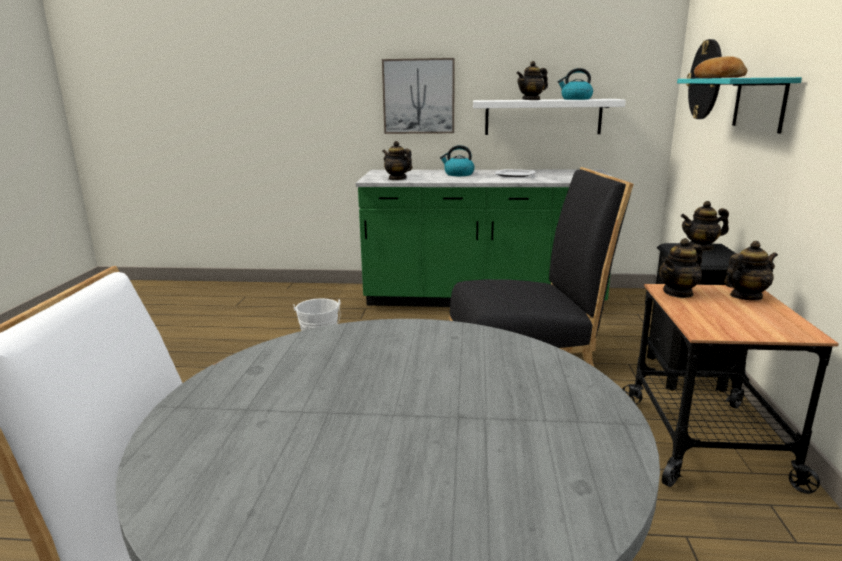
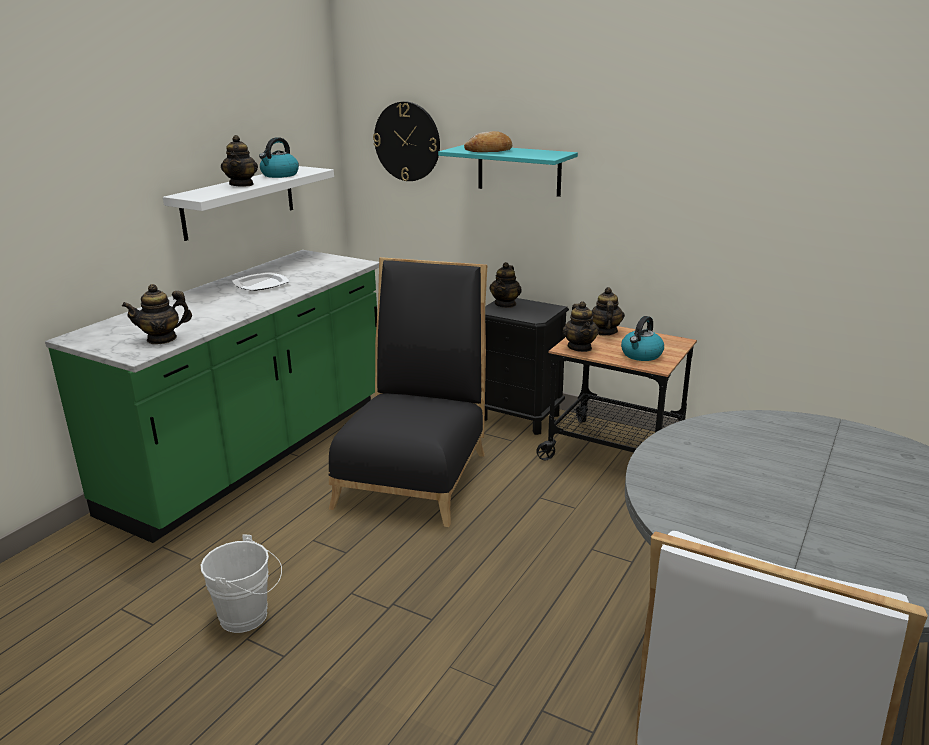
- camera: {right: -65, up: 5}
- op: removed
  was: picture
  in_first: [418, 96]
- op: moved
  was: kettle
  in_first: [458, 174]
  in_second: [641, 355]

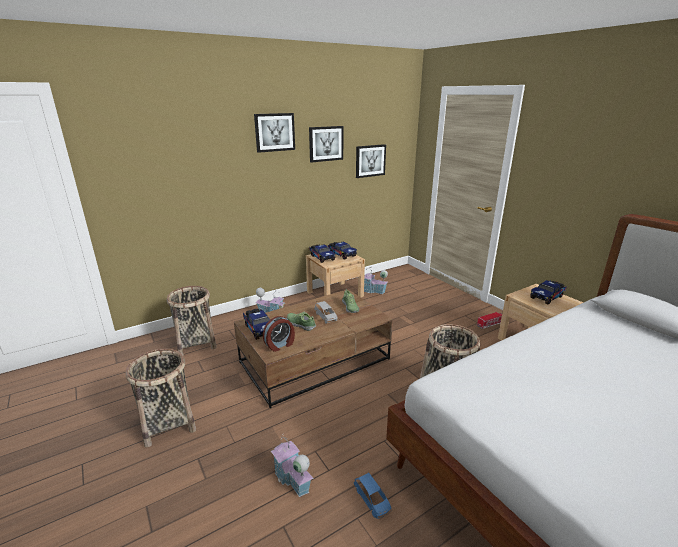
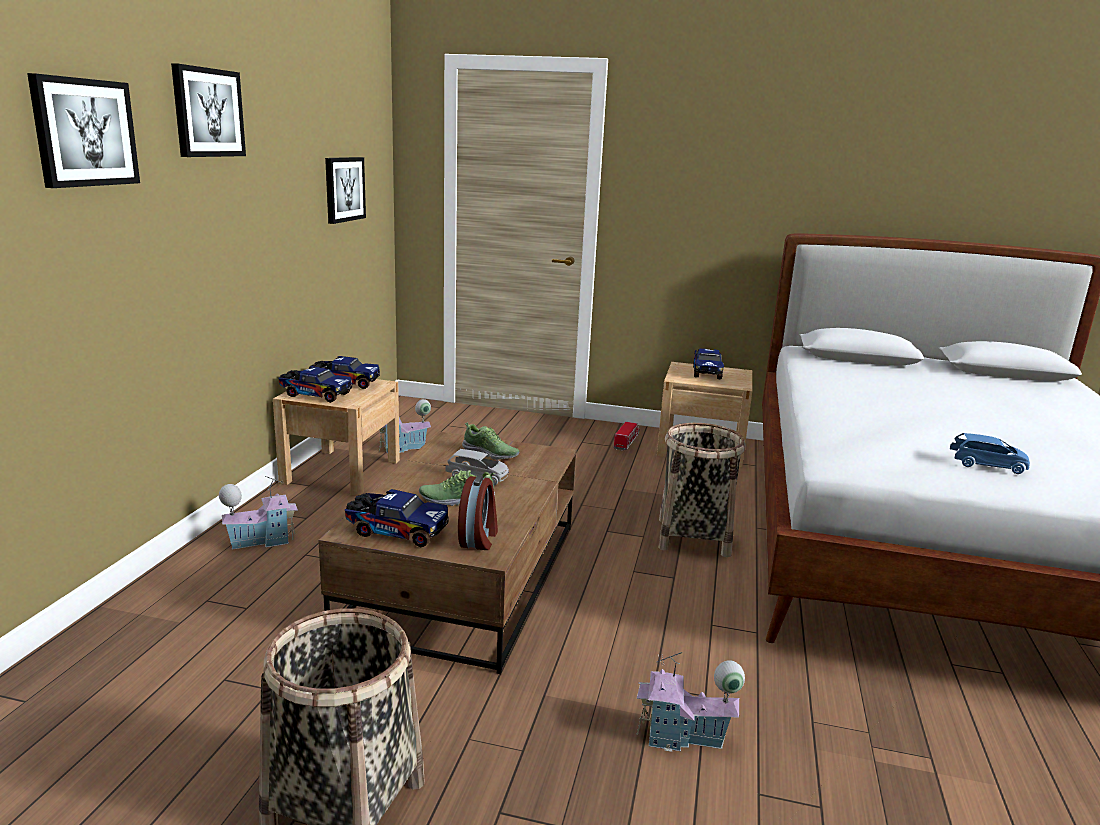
- camera: {right: -45, up: -5}
- op: removed
  was: basket
  in_first: [196, 343]
- op: moved
  was: picture
  in_first: [326, 143]
  in_second: [84, 132]
- op: moved
  was: toy car in blue
  in_first: [372, 500]
  in_second: [987, 465]

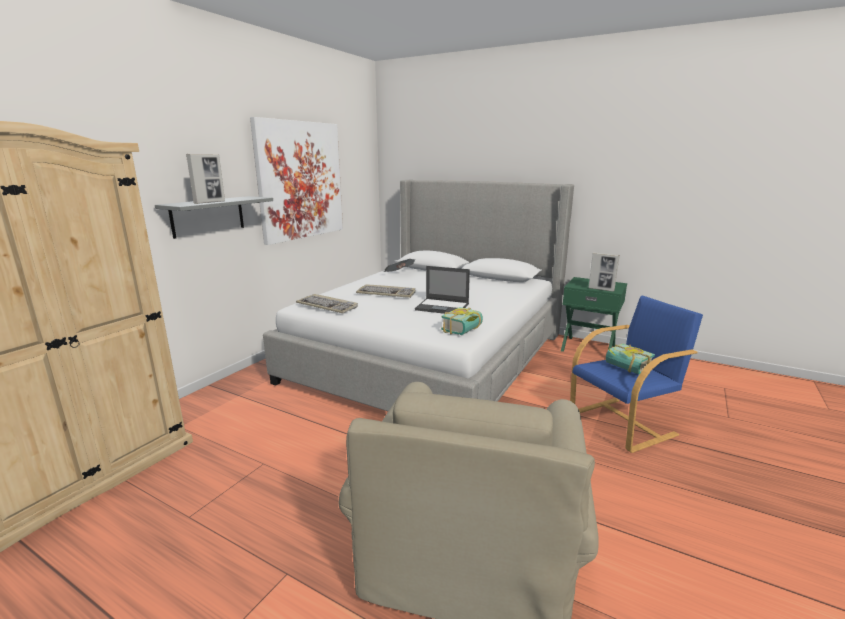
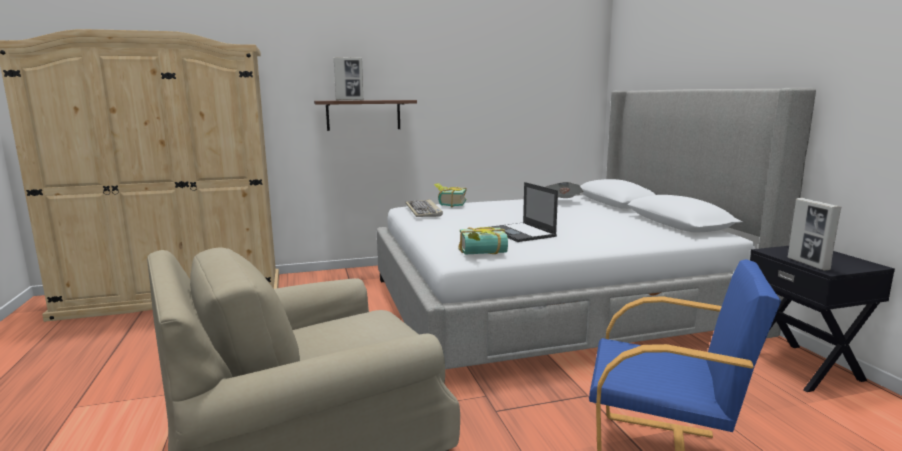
- camera: {right: 45, up: -5}
- op: removed
  was: picture
  in_first: [300, 180]
- op: removed
  was: keyboard
  in_first: [387, 293]
- op: moved
  was: book
  in_first: [625, 369]
  in_second: [449, 204]
- op: recoloured
  was: shelf in grey
  now: shelf in brown
  in_first: [208, 216]
  in_second: [363, 115]
- op: recoloured
  was: nightstand in green
  now: nightstand in black
  in_first: [588, 347]
  in_second: [802, 366]

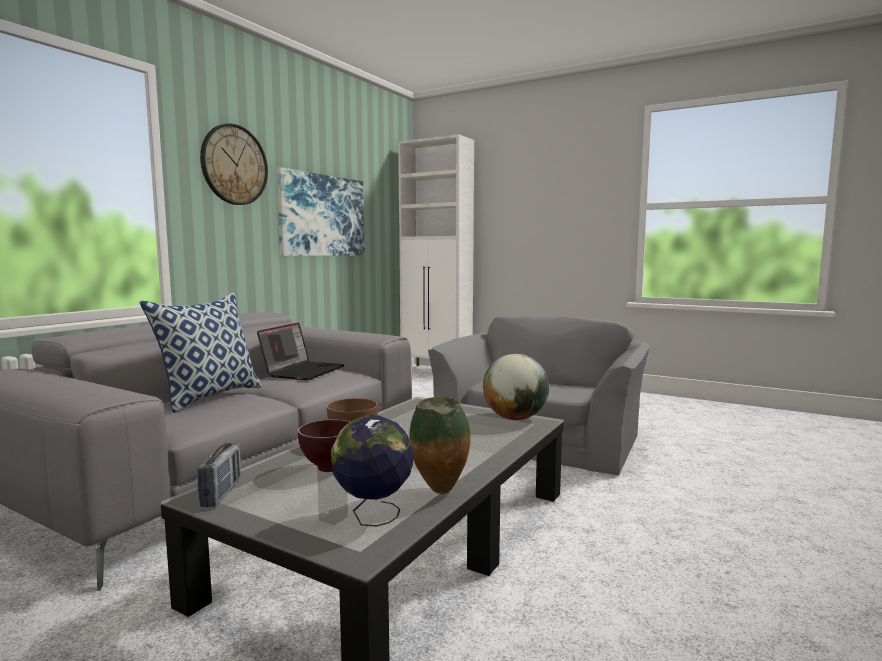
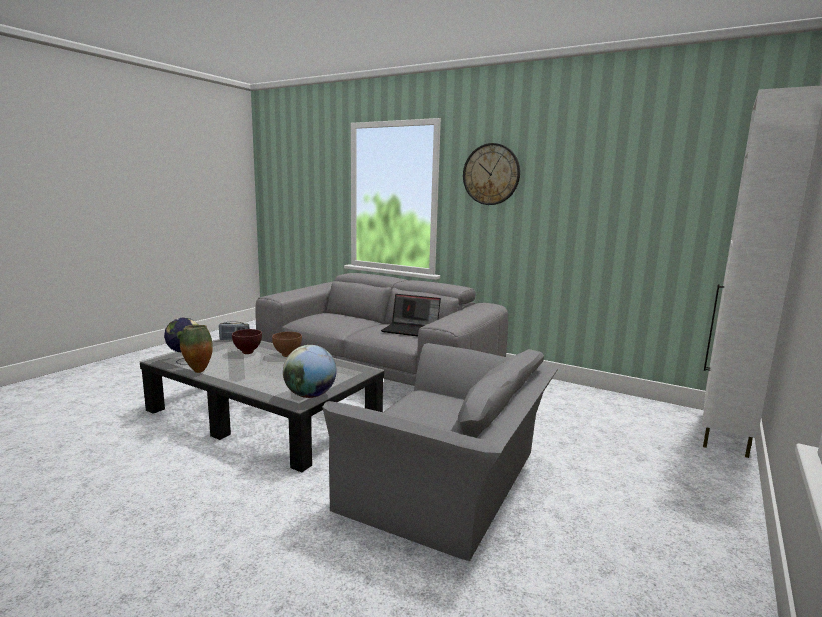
- camera: {right: 90, up: 5}
- op: removed
  was: pillow
  in_first: [209, 396]
- op: removed
  was: picture
  in_first: [322, 215]

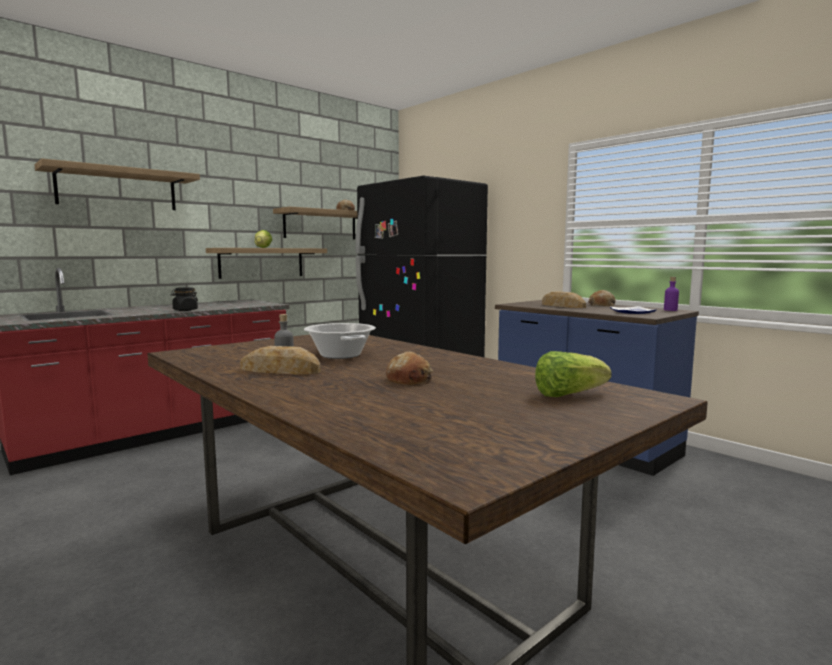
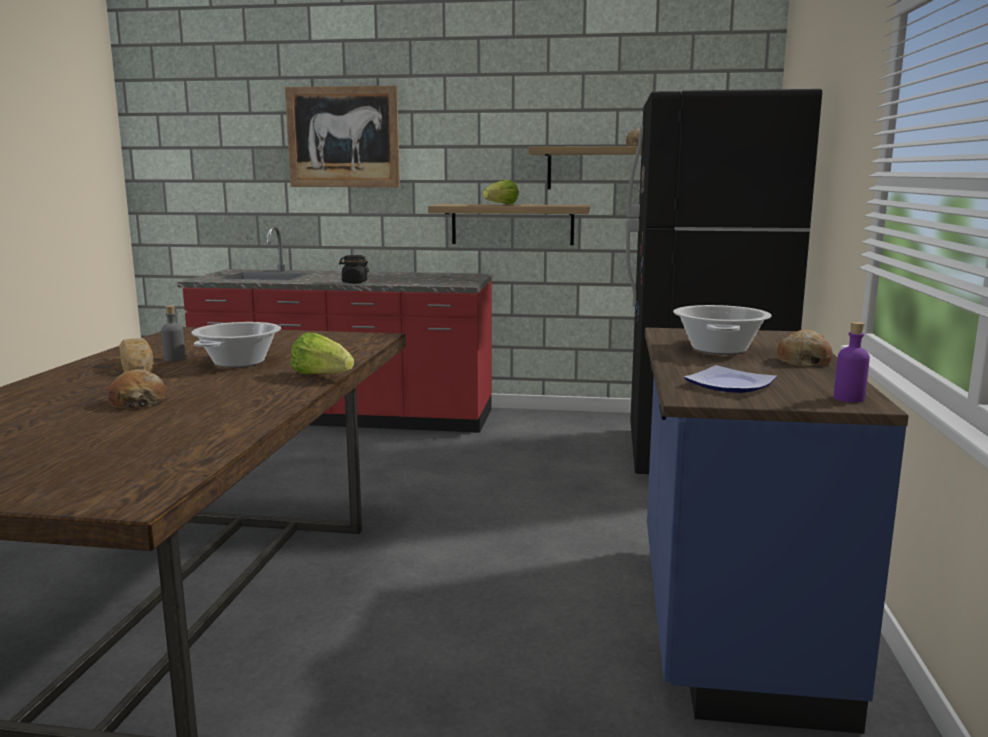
- camera: {right: 50, up: 5}
- op: moved
  was: lettuce
  in_first: [568, 395]
  in_second: [322, 376]
- op: replaced
  was: shelf
  now: picture
  in_first: [117, 189]
  in_second: [343, 137]
- op: replaced
  was: bread
  now: cooking pot
  in_first: [562, 306]
  in_second: [719, 349]

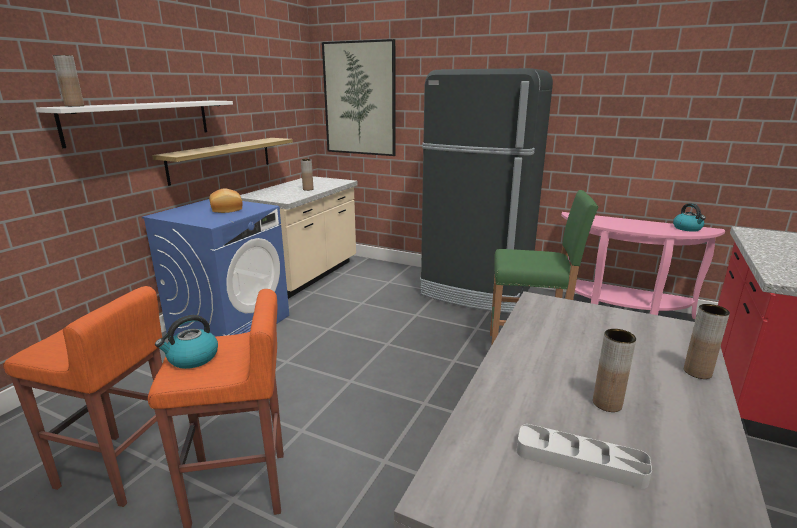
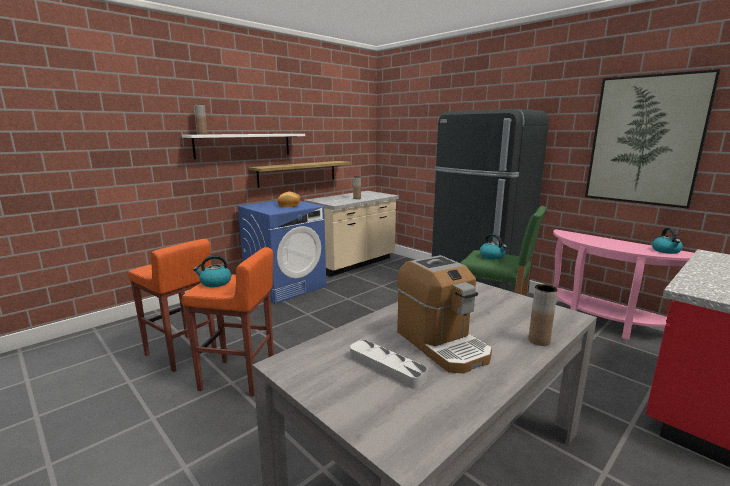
- camera: {right: 20, up: -5}
- op: added
  now: kettle
  in_second: [492, 256]
- op: moved
  was: picture
  in_first: [359, 99]
  in_second: [645, 140]
- op: replaced
  was: vase in brown
  now: coffee machine
  in_first: [607, 403]
  in_second: [442, 344]

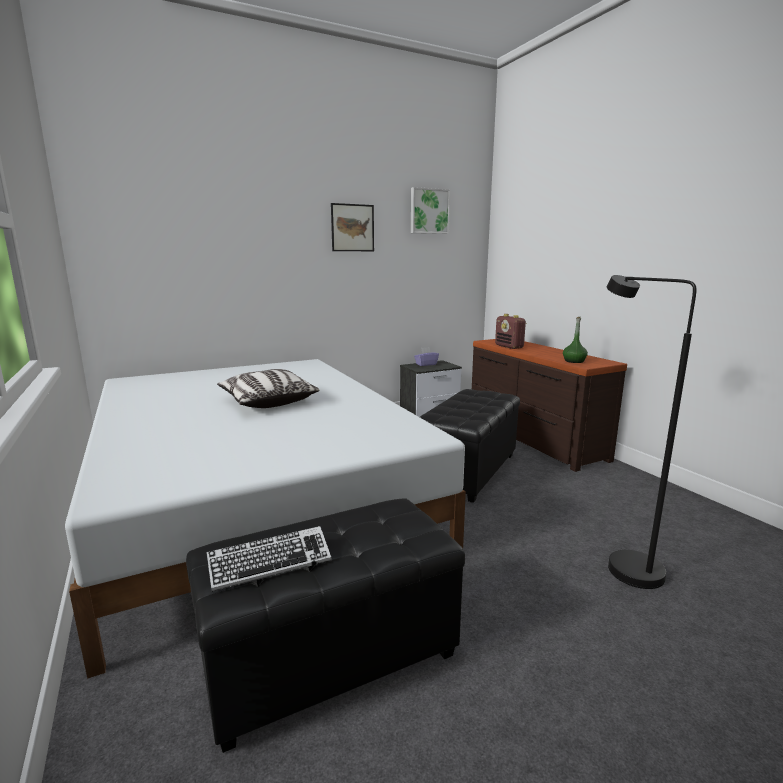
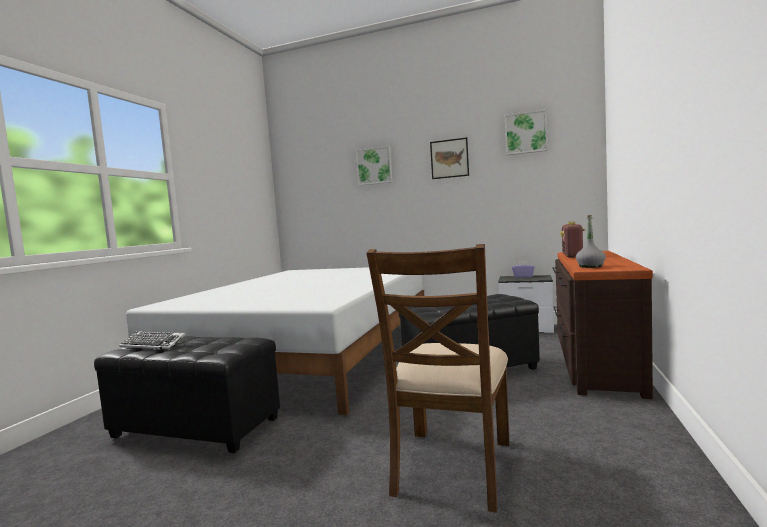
- camera: {right: 45, up: -10}
- op: removed
  was: pillow
  in_first: [267, 402]
- op: added
  now: picture
  in_second: [374, 166]
- op: replaced
  was: floor lamp in black
  now: chair in brown
  in_first: [623, 564]
  in_second: [451, 466]
- op: recoloured
  was: bottle in green
  now: bottle in grey
  in_first: [574, 361]
  in_second: [590, 266]

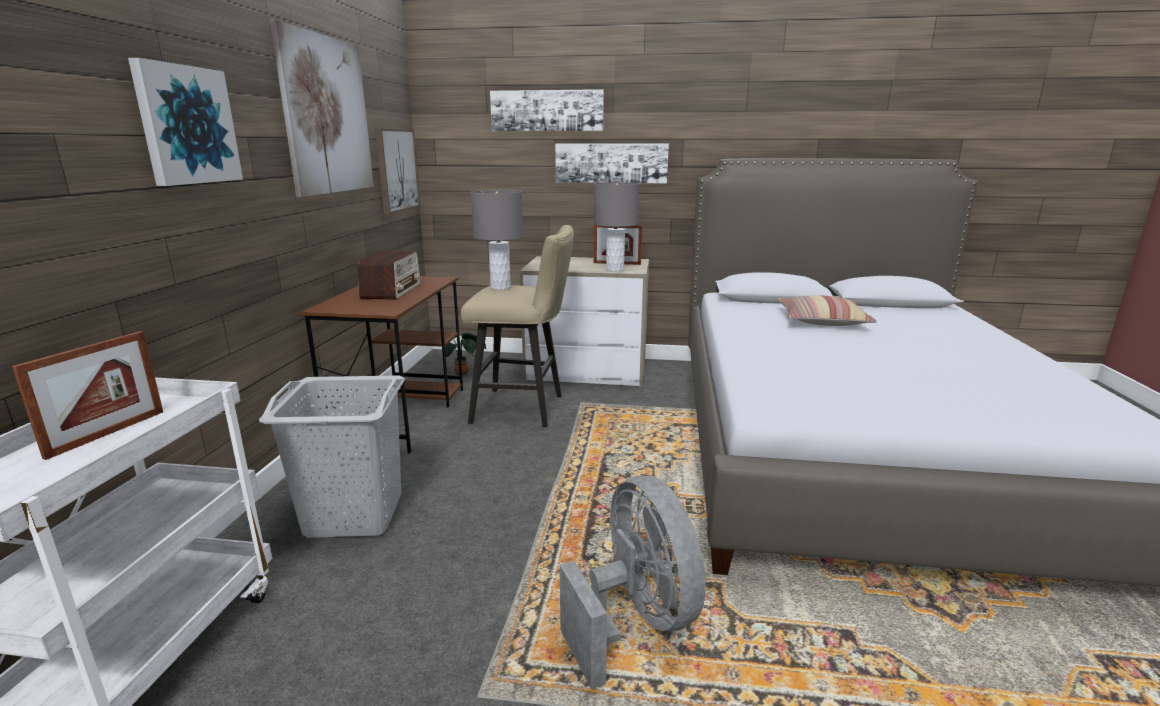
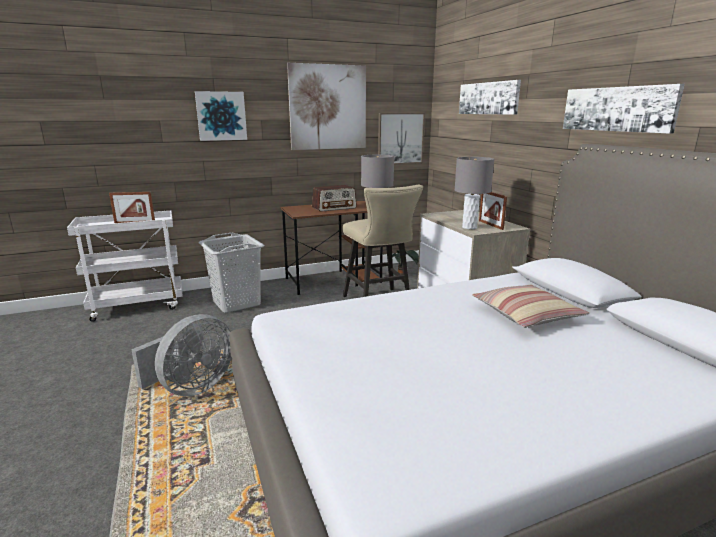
- camera: {right: 60, up: 0}
- op: moved
  was: picture
  in_first: [611, 163]
  in_second: [617, 109]

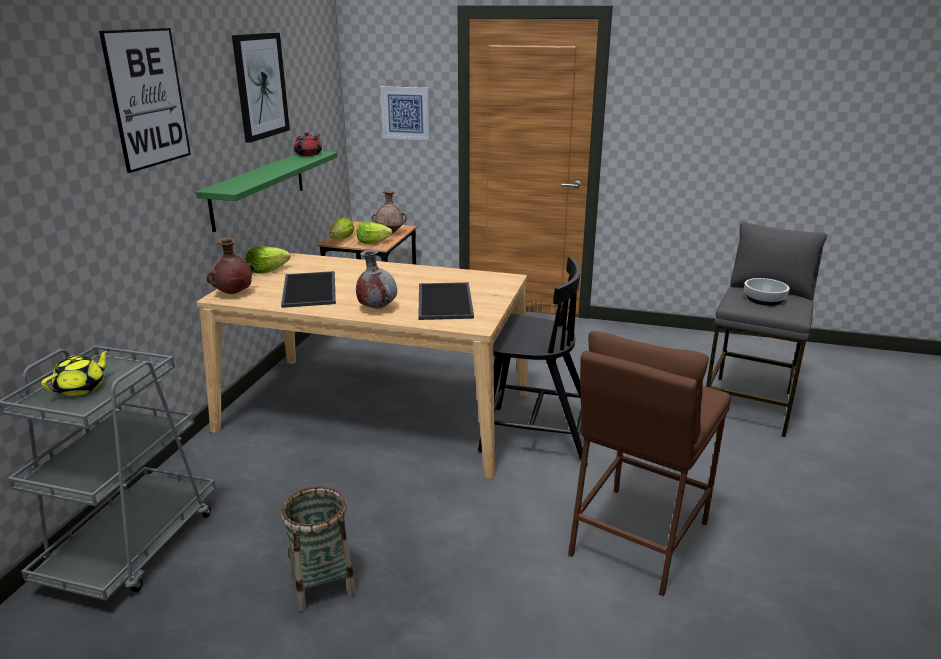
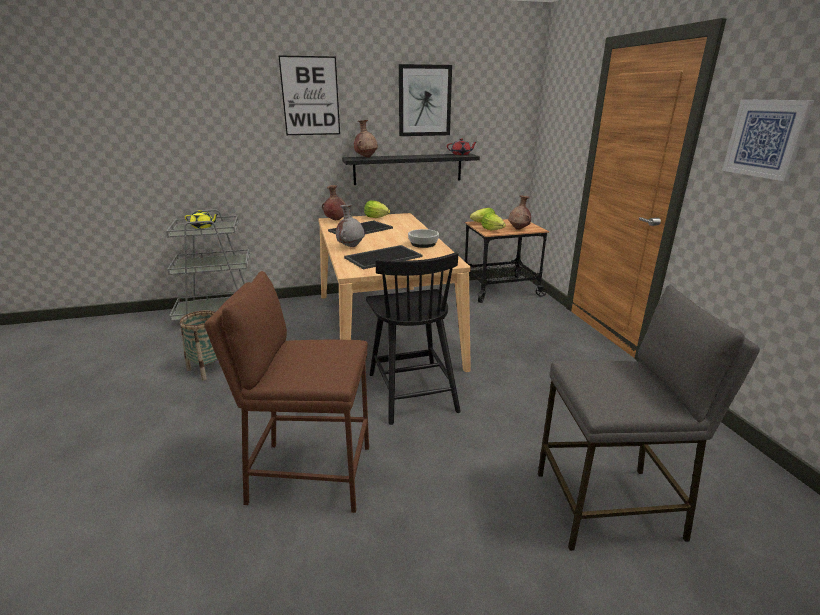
- camera: {right: 60, up: 0}
- op: added
  now: vase in brown
  in_second: [366, 157]
- op: moved
  was: picture
  in_first: [406, 113]
  in_second: [766, 138]
- op: moved
  was: bowl
  in_first: [764, 299]
  in_second: [423, 244]
- op: recoloured
  was: shelf in green
  now: shelf in black
  in_first: [259, 188]
  in_second: [408, 169]

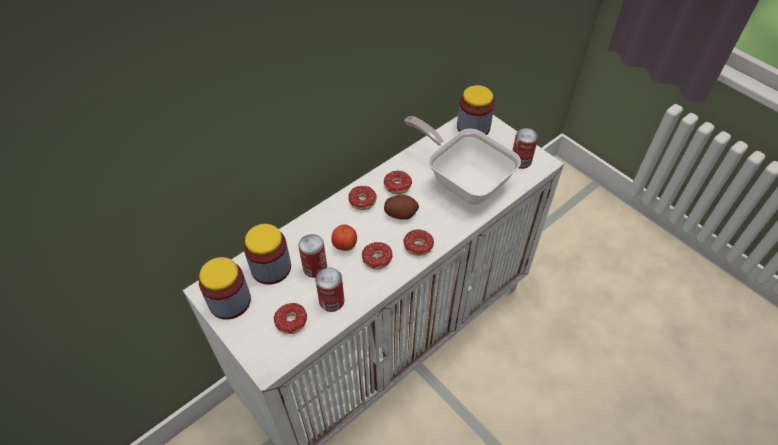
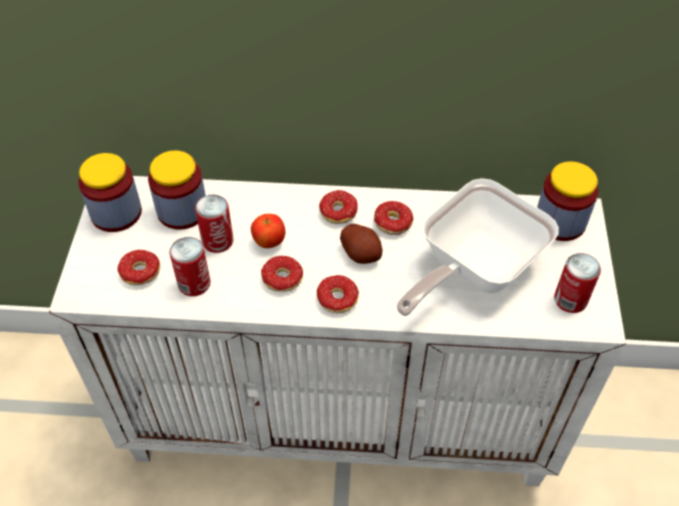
- camera: {right: 45, up: 0}
- op: turned
  was: frying pan
  in_first: [463, 180]
  in_second: [472, 270]
  clockwise: -135

